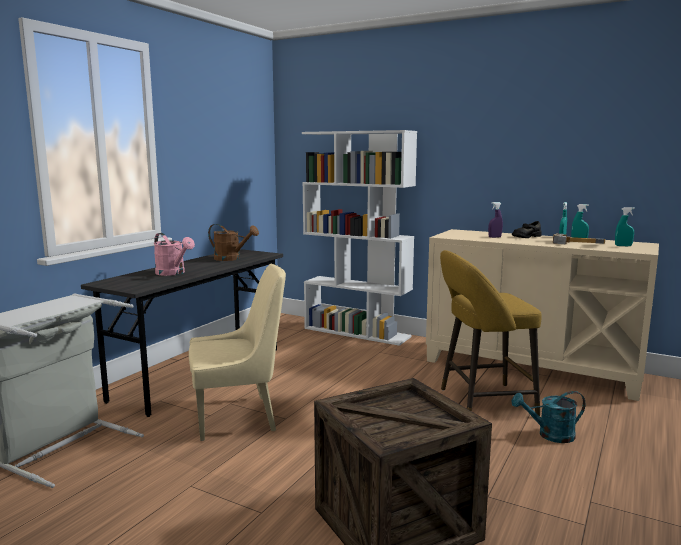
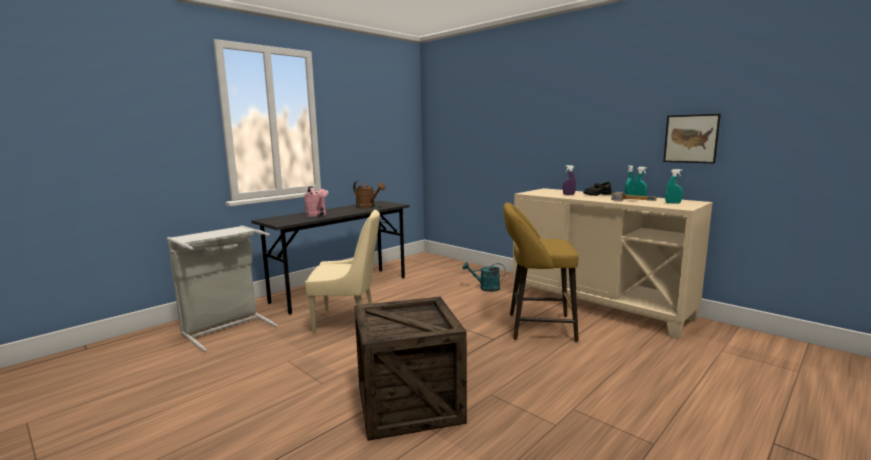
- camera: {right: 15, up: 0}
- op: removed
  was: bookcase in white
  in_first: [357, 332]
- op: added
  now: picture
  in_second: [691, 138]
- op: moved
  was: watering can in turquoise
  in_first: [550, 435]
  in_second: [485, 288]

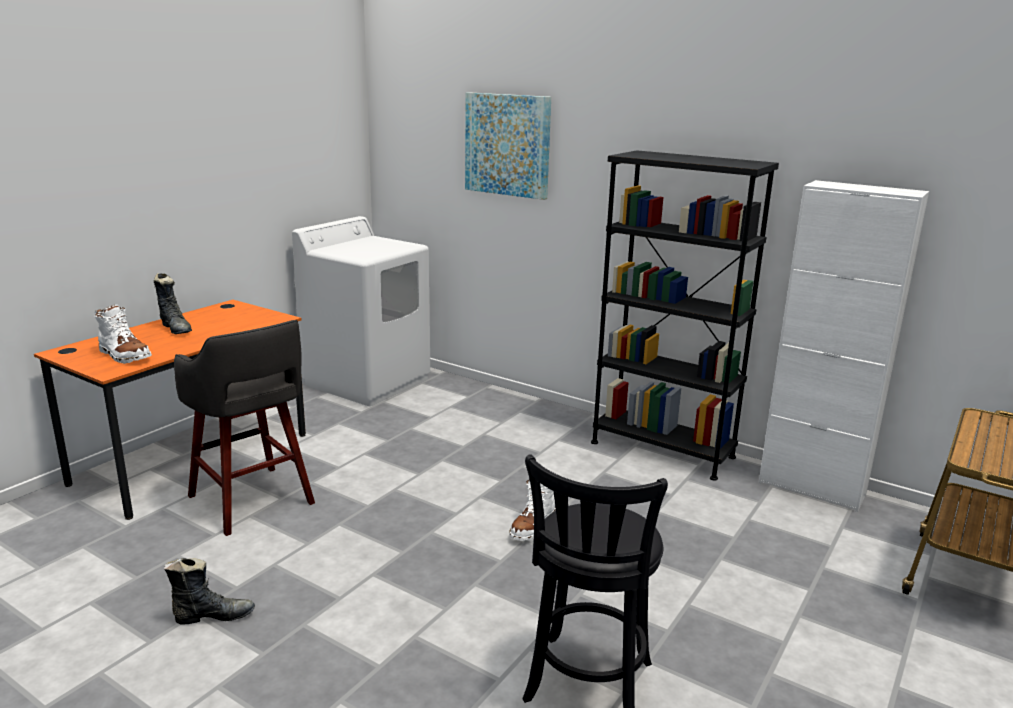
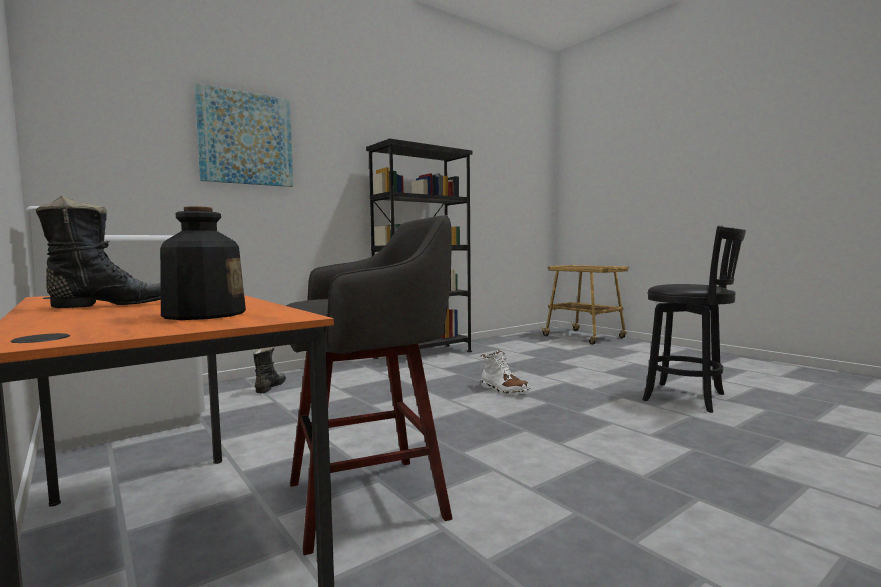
- camera: {right: -70, up: -15}
- op: removed
  was: cabinet in white
  in_first: [812, 487]
- op: moved
  was: boot in black
  in_first: [213, 616]
  in_second: [269, 387]
- op: replaced
  was: boot in white
  now: bottle
  in_first: [124, 355]
  in_second: [203, 314]

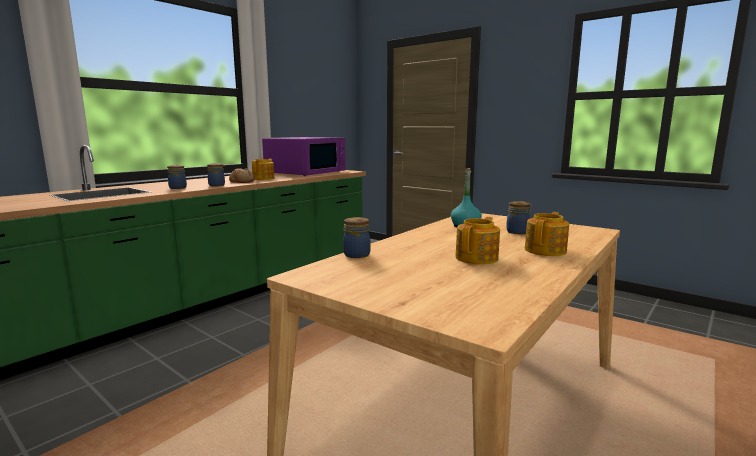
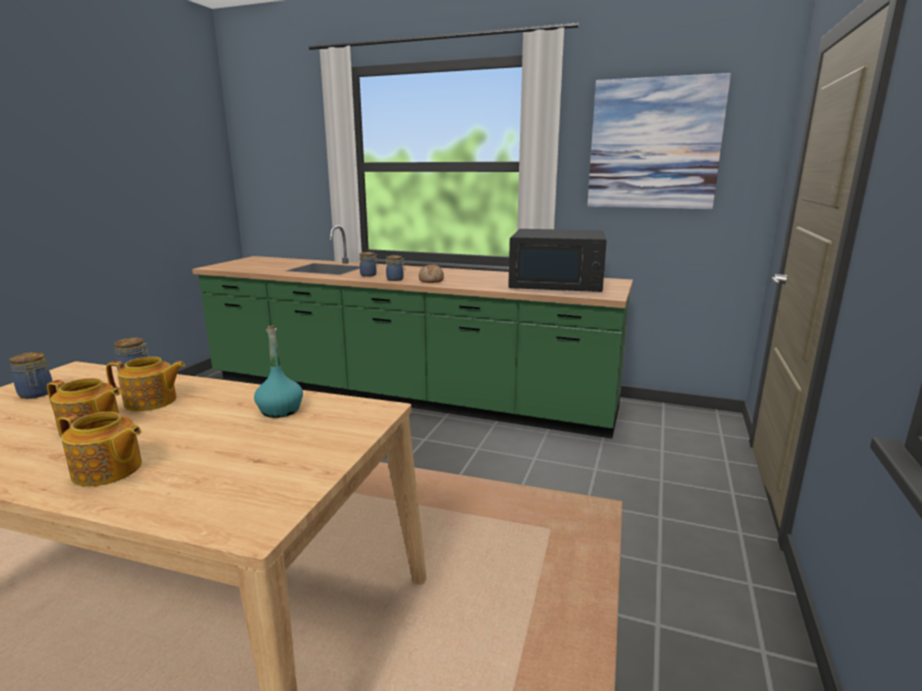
- camera: {right: 70, up: 5}
- op: added
  now: picture
  in_second: [654, 144]
- op: moved
  was: teapot
  in_first: [264, 178]
  in_second: [151, 402]
- op: moved
  was: jar
  in_first: [518, 232]
  in_second: [36, 394]
- op: recoloured
  was: microwave in purple
  now: microwave in black
  in_first: [306, 172]
  in_second: [557, 283]

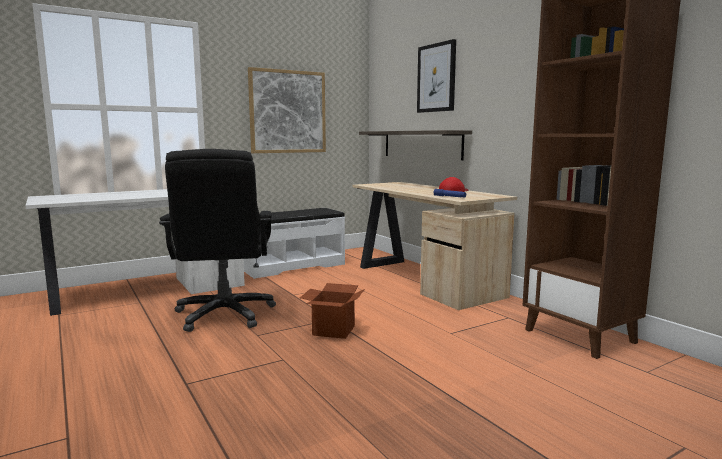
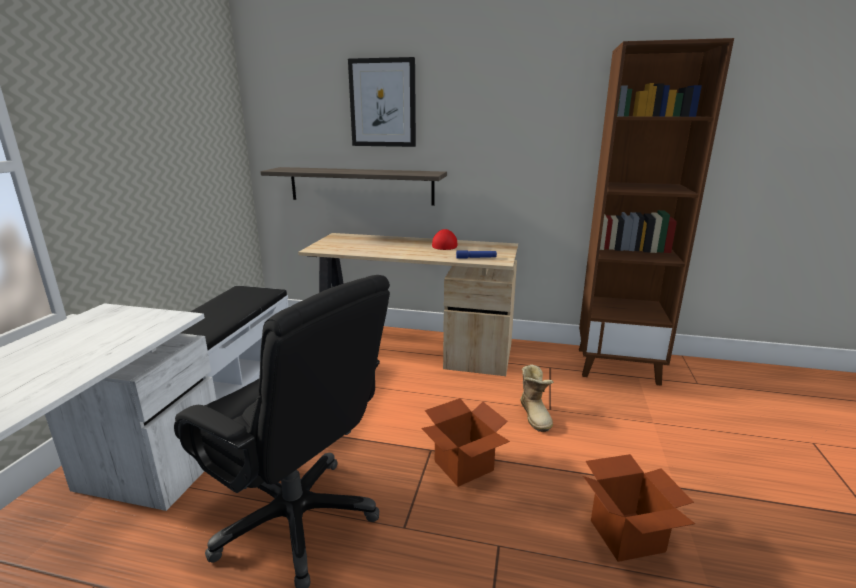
- camera: {right: -45, up: 10}
- op: removed
  was: picture
  in_first: [288, 112]
- op: added
  now: boot
  in_second: [536, 415]
- op: added
  now: cardboard box
  in_second: [627, 536]

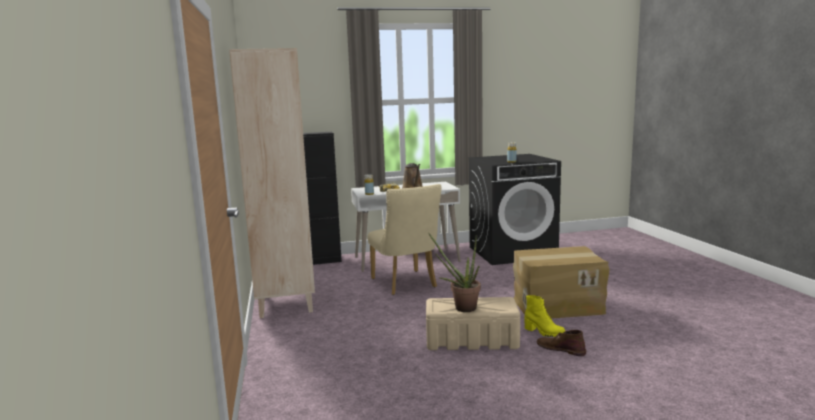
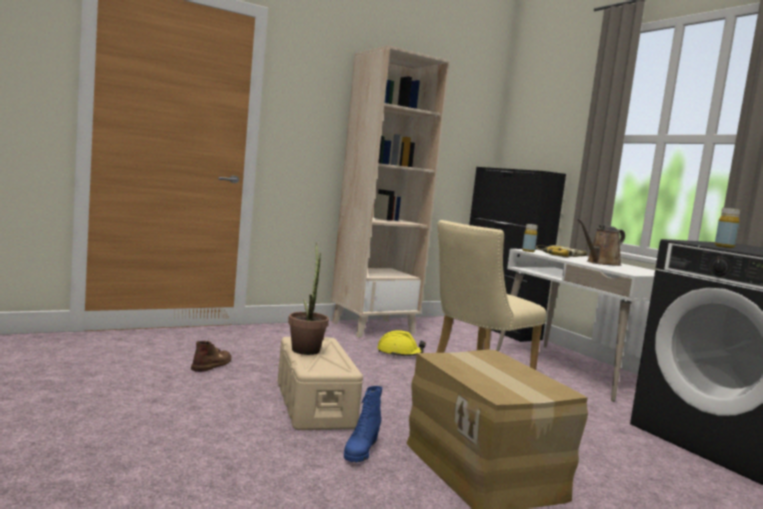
- camera: {right: 70, up: -5}
- op: added
  now: hard hat in yellow
  in_second: [399, 353]
- op: moved
  was: boot in brown
  in_first: [560, 348]
  in_second: [212, 364]
- op: recoloured
  was: boot in yellow
  now: boot in blue
  in_first: [544, 332]
  in_second: [360, 451]

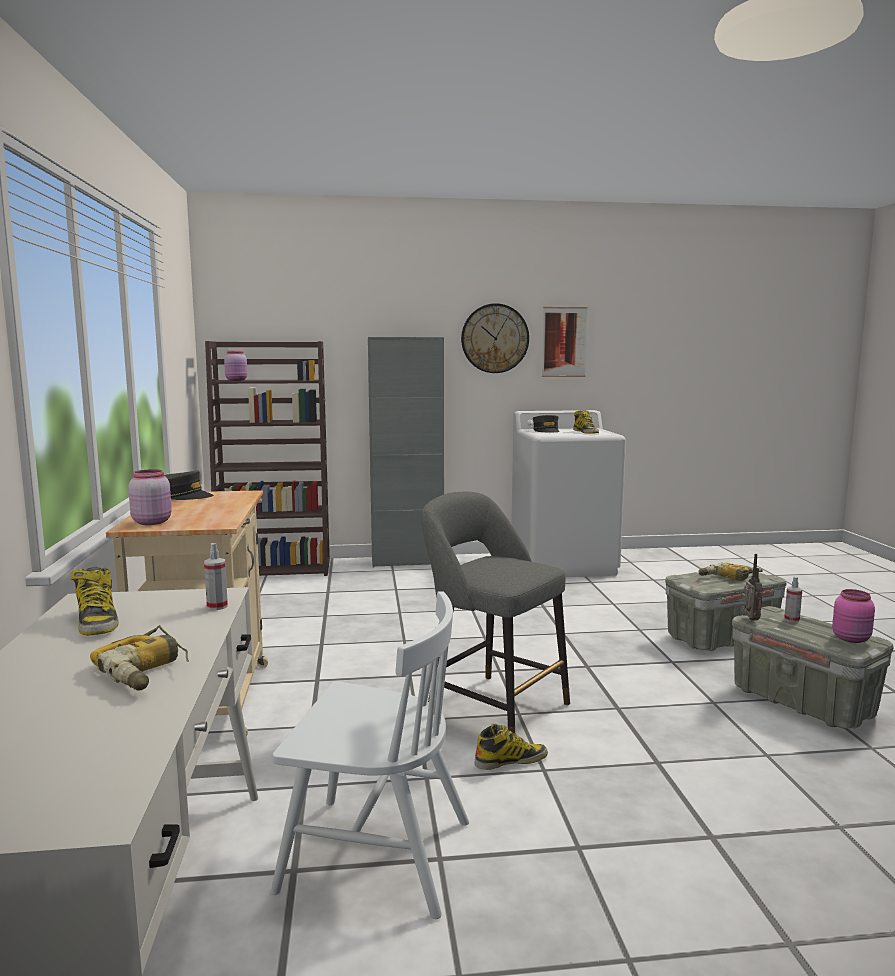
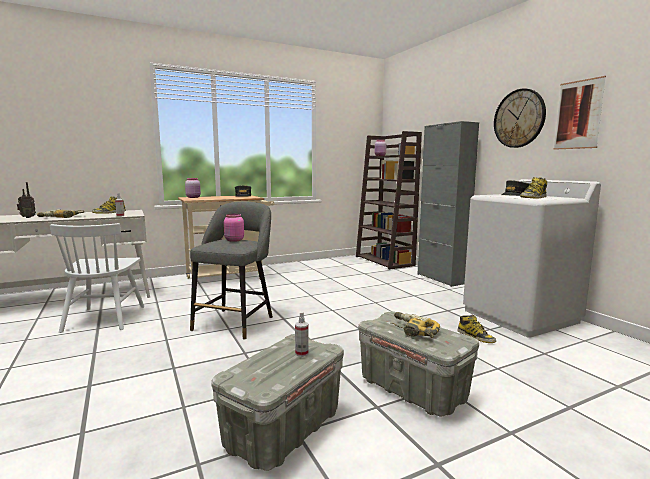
- camera: {right: 70, up: 0}
- op: moved
  was: boot
  in_first: [511, 760]
  in_second: [476, 337]
- op: moved
  was: radio
  in_first: [750, 620]
  in_second: [28, 217]
- op: moved
  was: jar in pink
  in_first: [852, 639]
  in_second: [234, 240]

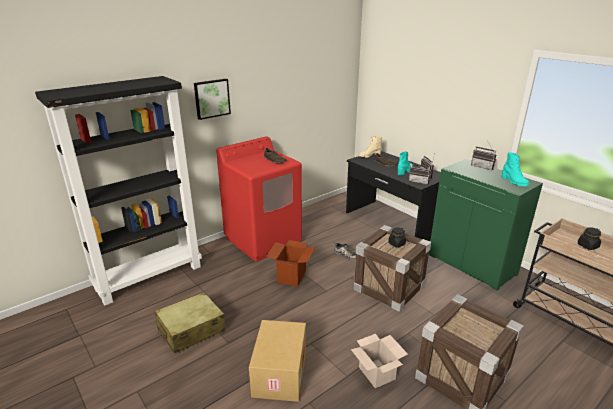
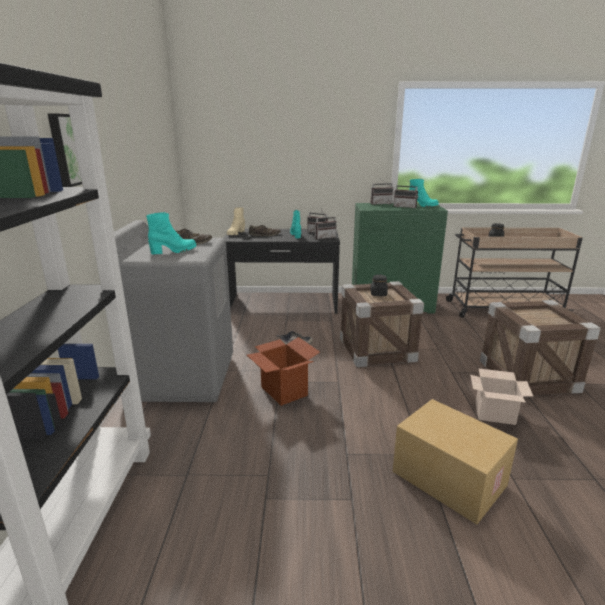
- camera: {right: -50, up: -5}
- op: removed
  was: suitcase in beige
  in_first: [191, 330]
- op: added
  now: boot in turquoise
  in_second: [174, 251]
- op: added
  now: radio
  in_second: [405, 207]
- op: recoloured
  was: washing machine in red
  now: washing machine in grey
  in_first: [263, 240]
  in_second: [182, 377]

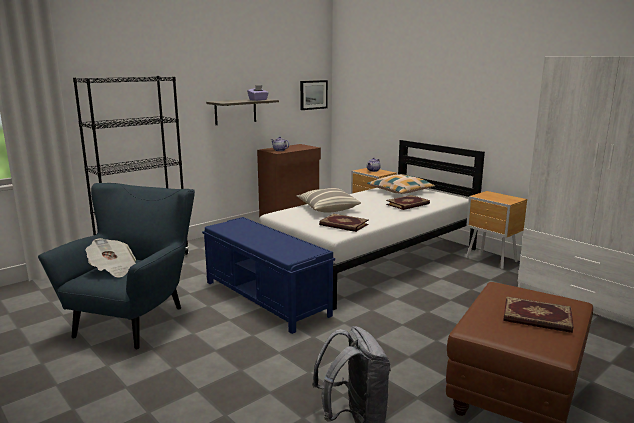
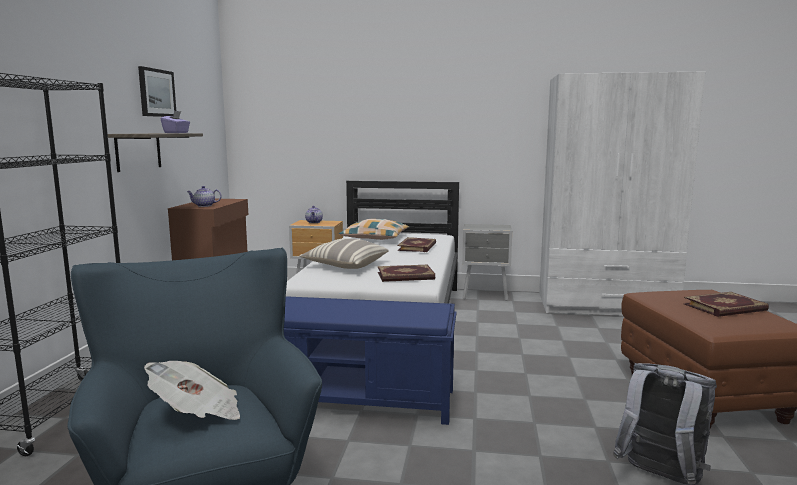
- camera: {right: -40, up: -5}
- op: moved
  was: picture
  in_first: [313, 94]
  in_second: [156, 93]
- op: recoloured
  was: nightstand in brown
  now: nightstand in grey
  in_first: [492, 260]
  in_second: [486, 296]

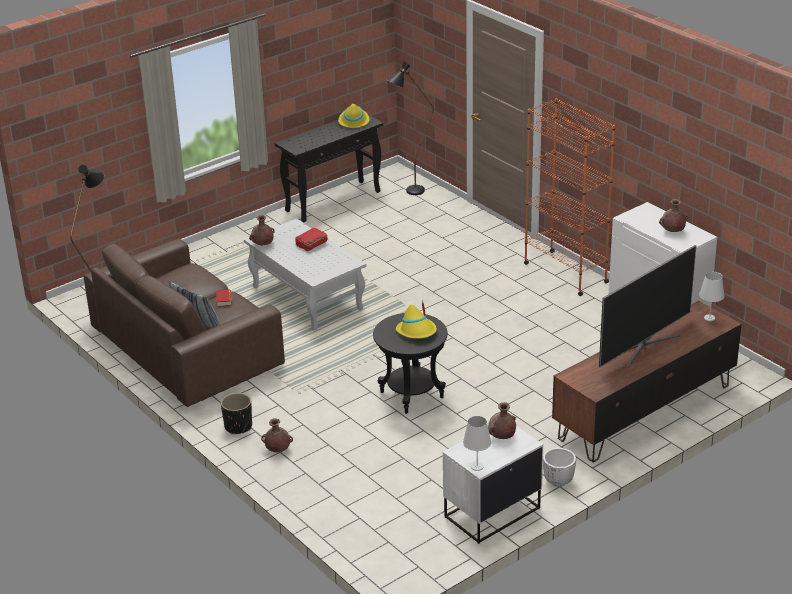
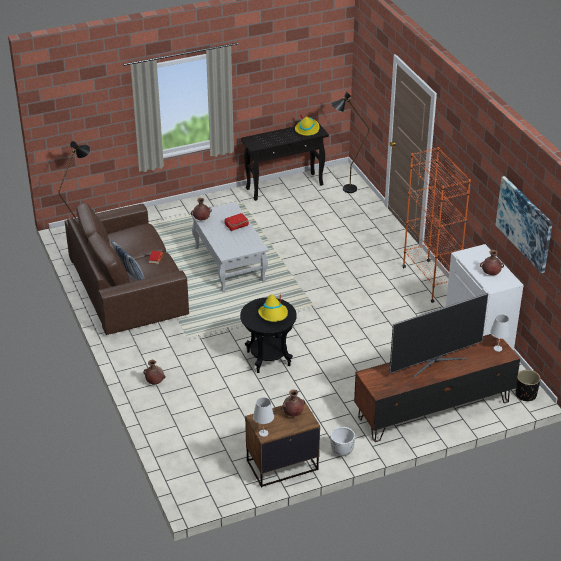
- camera: {right: 15, up: 5}
- op: added
  now: picture
  in_second: [524, 223]
- op: moved
  was: planter in black
  in_first: [238, 426]
  in_second: [525, 394]
- op: recoloured
  was: nightstand in white
  now: nightstand in brown
  in_first: [491, 512]
  in_second: [281, 465]

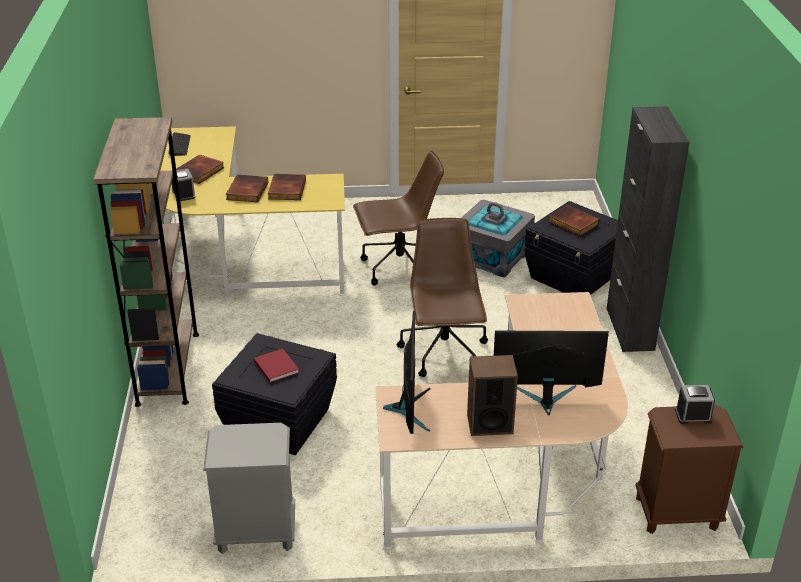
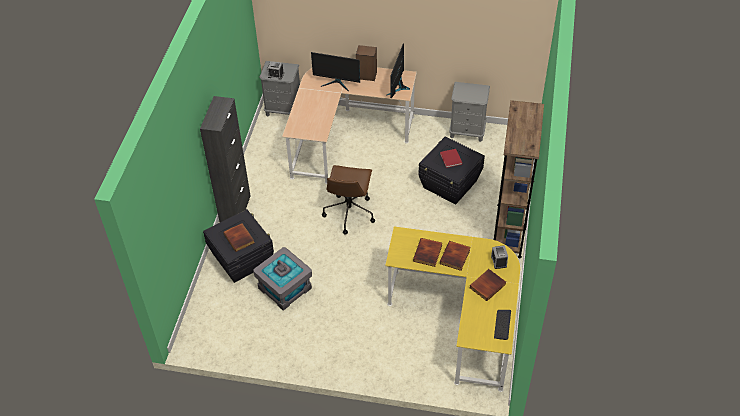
- camera: {right: -165, up: 15}
- op: removed
  was: office chair in brown
  in_first: [398, 268]
- op: recoloured
  was: nightstand in brown
  now: nightstand in grey
  in_first: [676, 513]
  in_second: [283, 110]

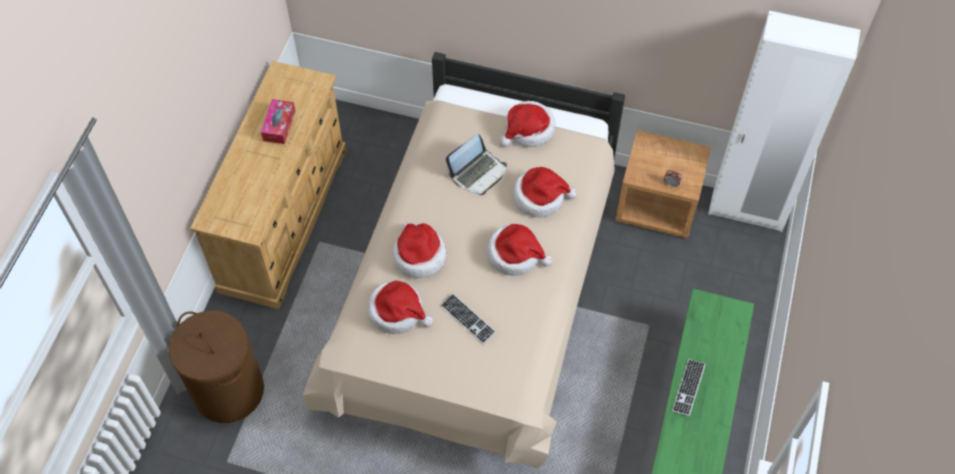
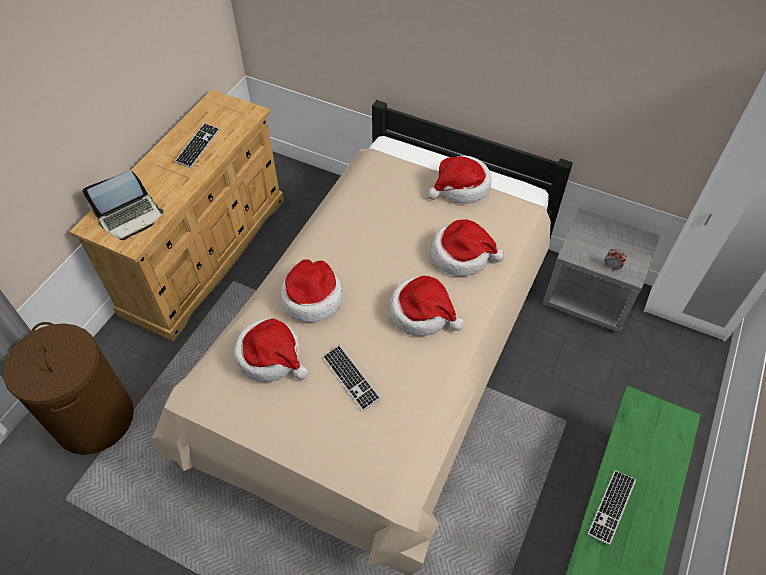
- camera: {right: 10, up: -5}
- op: moved
  was: laptop
  in_first: [478, 173]
  in_second: [130, 216]
- op: replaced
  was: tissue box
  now: keyboard
  in_first: [279, 125]
  in_second: [198, 146]
- op: recoloured
  was: nightstand in brown
  now: nightstand in grey
  in_first: [657, 206]
  in_second: [589, 295]

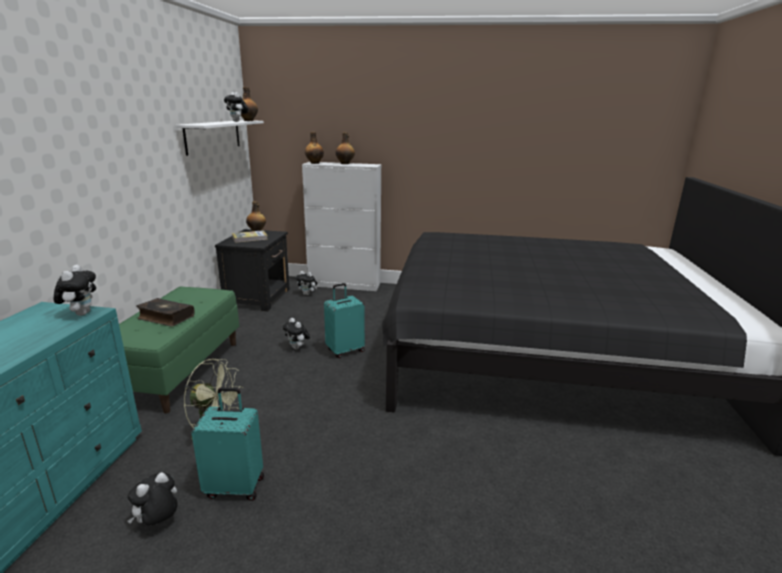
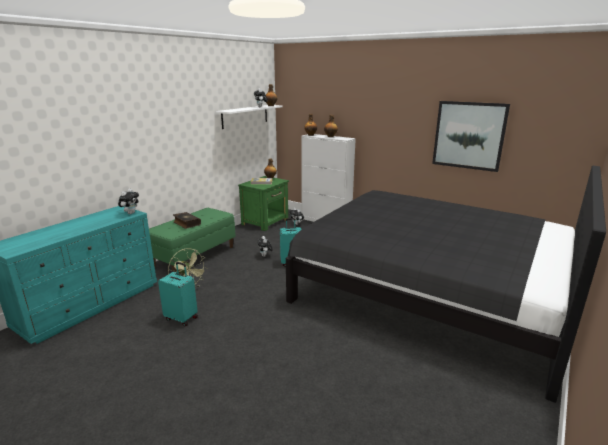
- camera: {right: 25, up: 0}
- op: removed
  was: plush toy
  in_first: [158, 522]
- op: added
  now: picture
  in_second: [469, 135]
- op: recoloured
  was: nightstand in black
  now: nightstand in green
  in_first: [259, 297]
  in_second: [266, 222]

